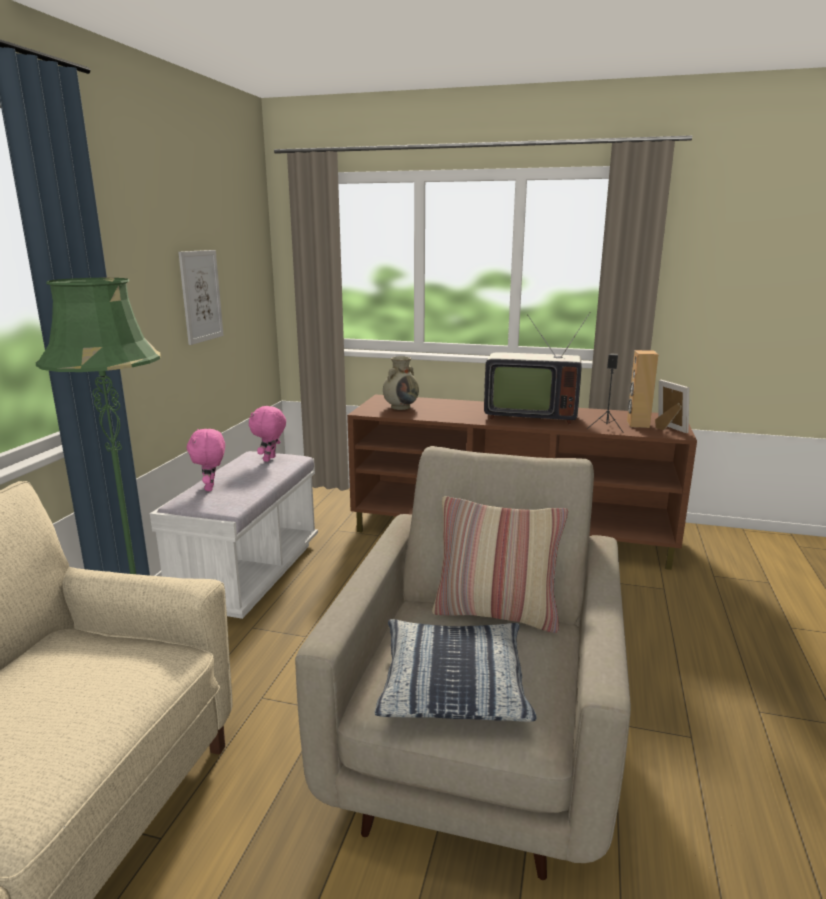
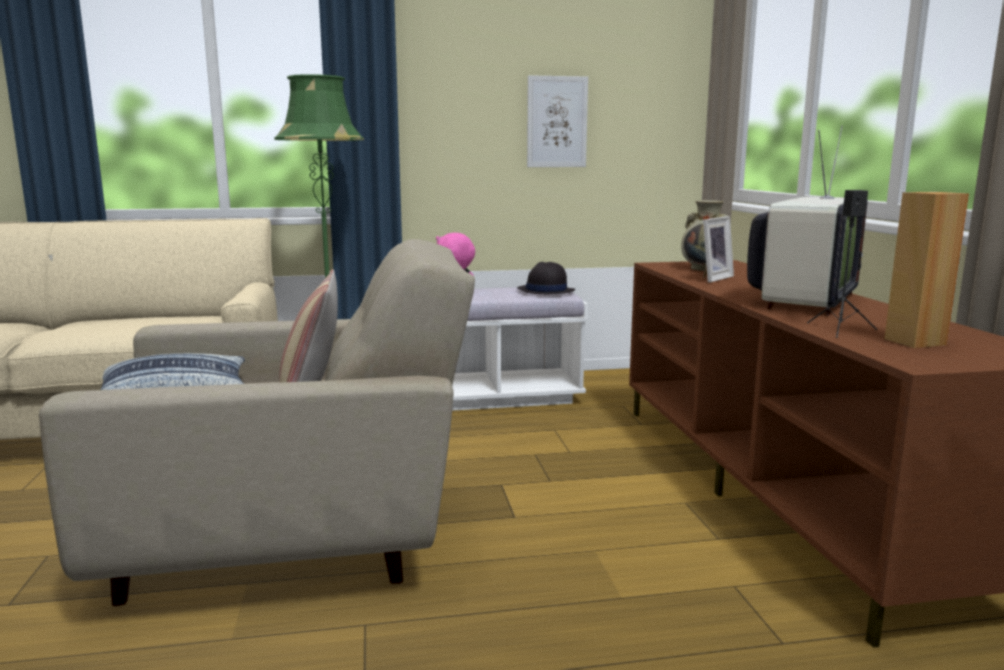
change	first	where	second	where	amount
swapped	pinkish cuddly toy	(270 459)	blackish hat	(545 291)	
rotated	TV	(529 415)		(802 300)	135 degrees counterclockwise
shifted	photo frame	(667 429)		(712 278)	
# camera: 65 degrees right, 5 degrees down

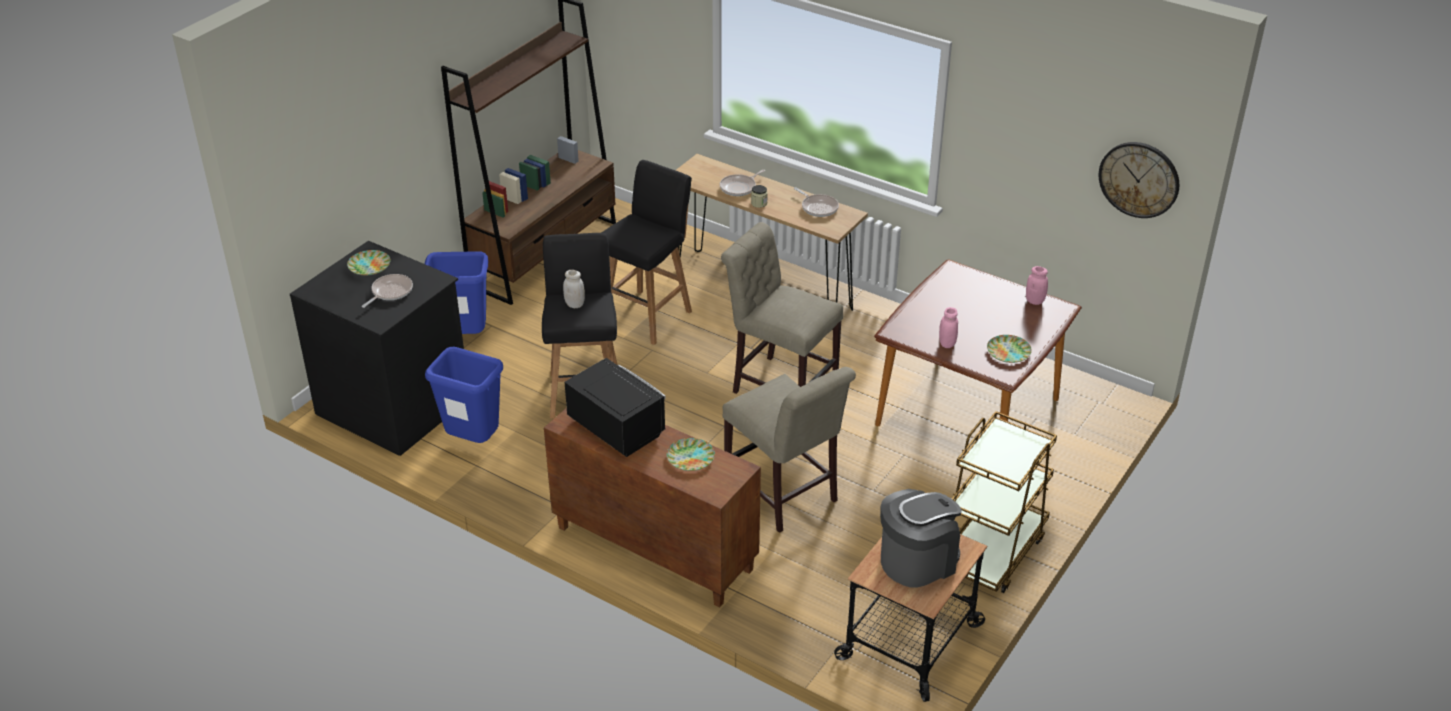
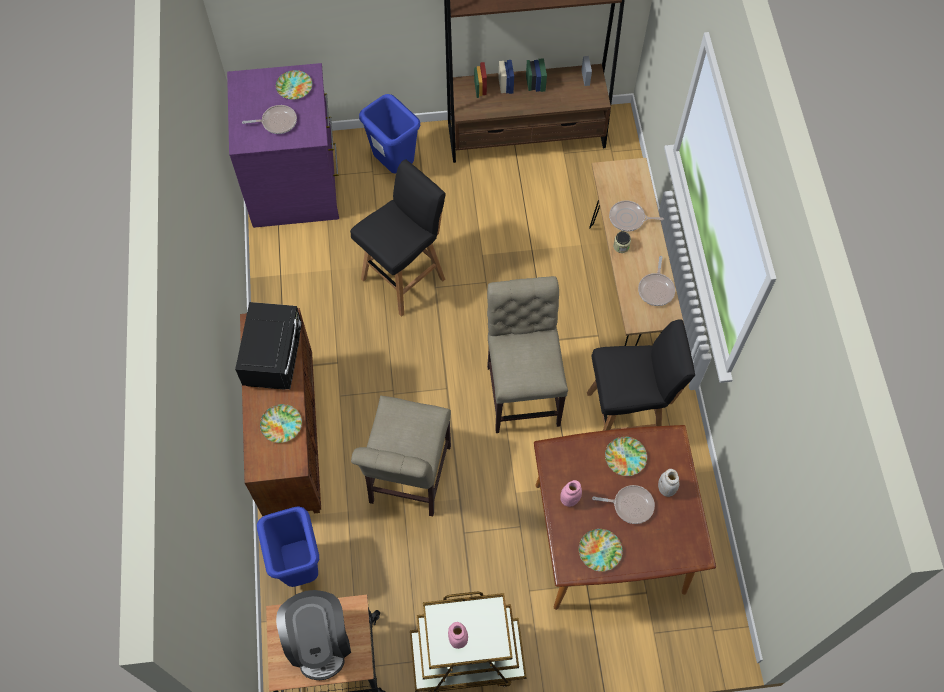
change	first	where	second	where	amount
repainted	blackish dresser	(395 405)	purple dresser	(296 184)	
shifted	blue-coloured rubbish bin	(474 442)		(300 568)	
shifted	whitish storage jar	(575 304)		(666 489)	
shifted	blackish sitting stool	(648 316)		(626 417)	
rotated	coffee maker	(917 560)		(319 641)	60 degrees clockwise
shifted	pinkish storage jar	(1034 301)		(458 639)	
gone	hanging clock	(1139 179)			
new			pan	(630 505)	
new			flat dish	(625 457)	
# camera: 50 degrees right, 25 degrees up

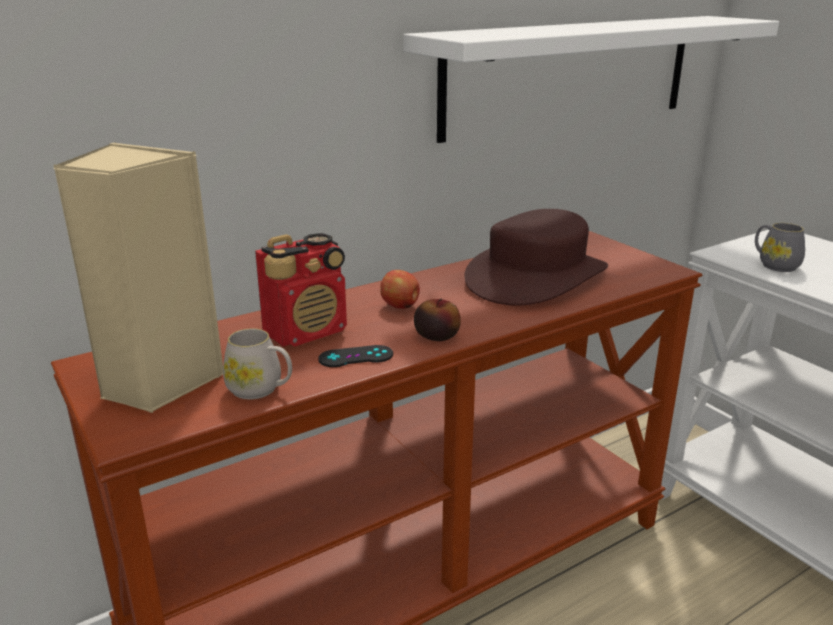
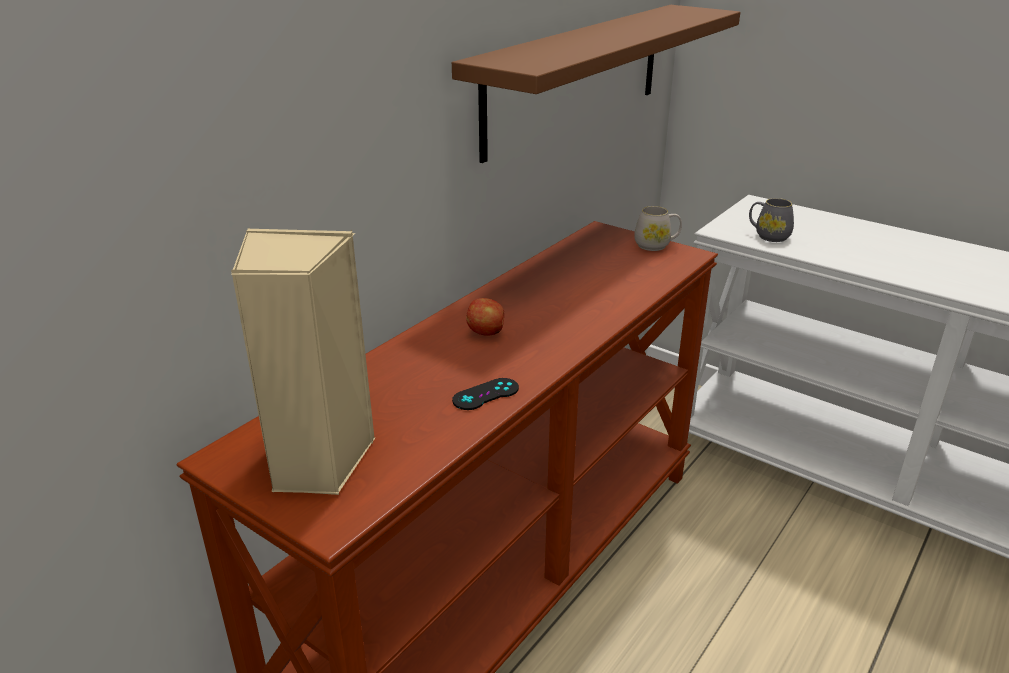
change	first	where	second	where	amount
shifted	whitish coffee mug	(260 390)		(656 245)	
gone	radio set	(307 332)			
repainted	whitish shelf	(571 74)	brownish shelf	(576 77)	
gone	apple	(437 335)			
gone	brownish hat	(536 276)			
# camera: 20 degrees left, 5 degrees up

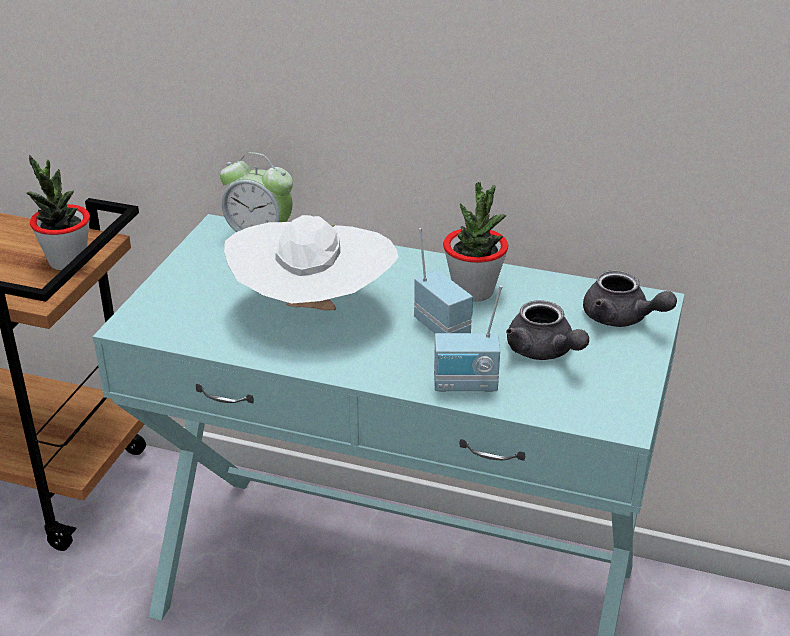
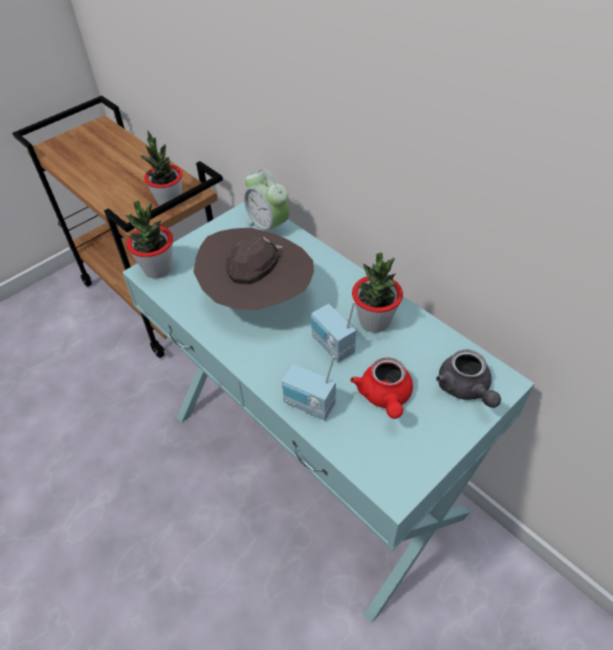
change	first	where	second	where	amount
repainted	whitish hat	(312 311)	brownish hat	(257 299)	
rotated	radio set	(444 327)		(331 346)	150 degrees clockwise
repainted	greyish pot for tea	(544 352)	red pot for tea	(385 397)	
new			houseplant	(158 269)	
# camera: 30 degrees right, 15 degrees up

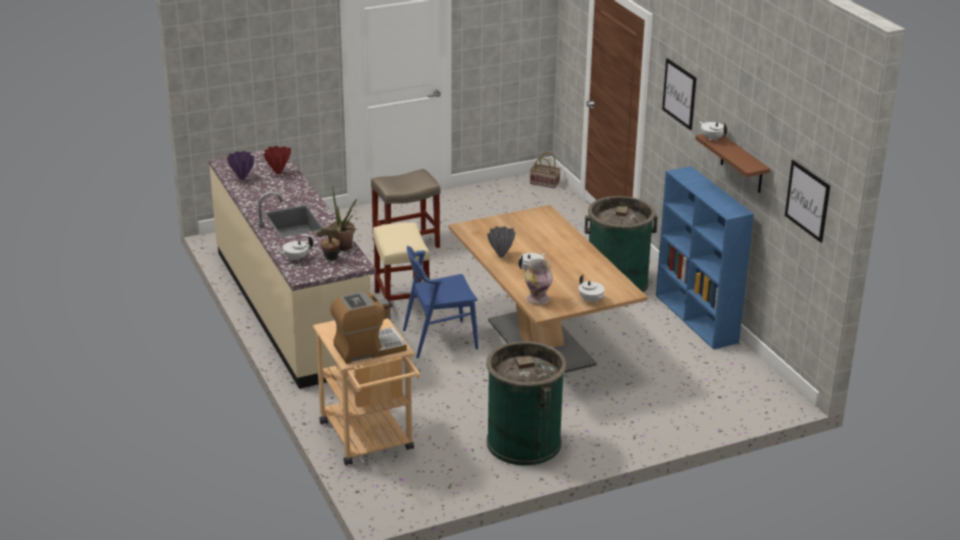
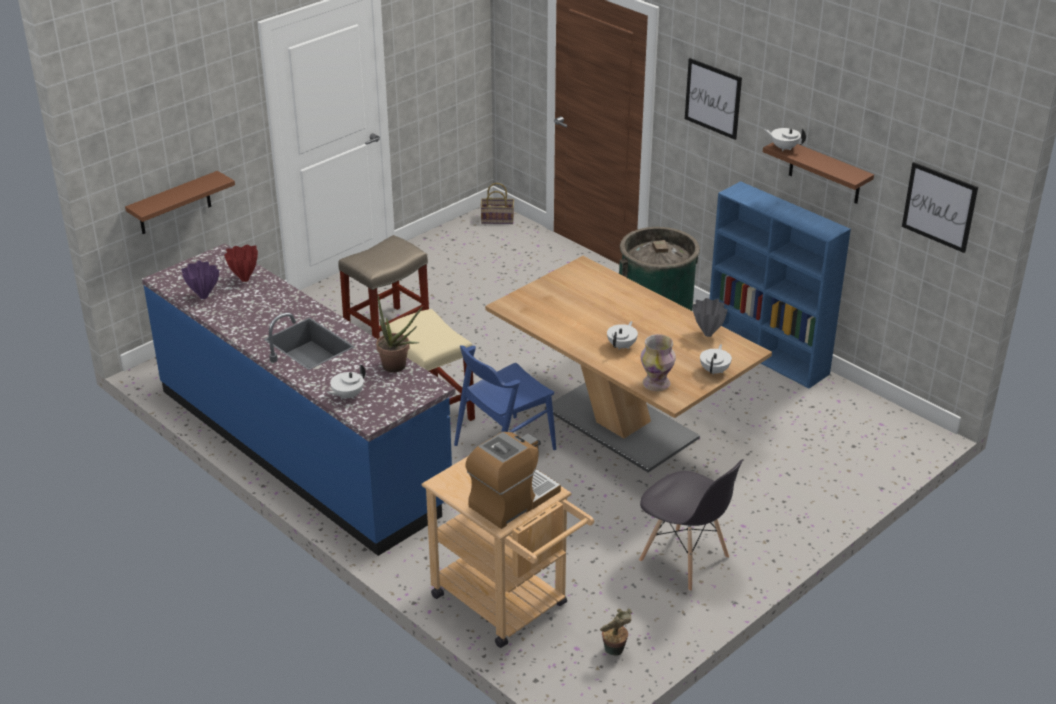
change	first	where	second	where	amount
repainted	sand-coloured counter	(292 308)	blue-coloured counter	(302 446)	
shifted	houseplant	(331 259)		(614 652)	
swapped	green-coloured rubbish bin	(523 442)	greyish plain chair	(685 560)	
shifted	greyish flower vase	(501 255)		(707 334)	
rotated	whitish pot for tea	(591 300)		(715 371)	105 degrees counterclockwise
new			brownish shelf	(174 204)	
# camera: 20 degrees left, 5 degrees up

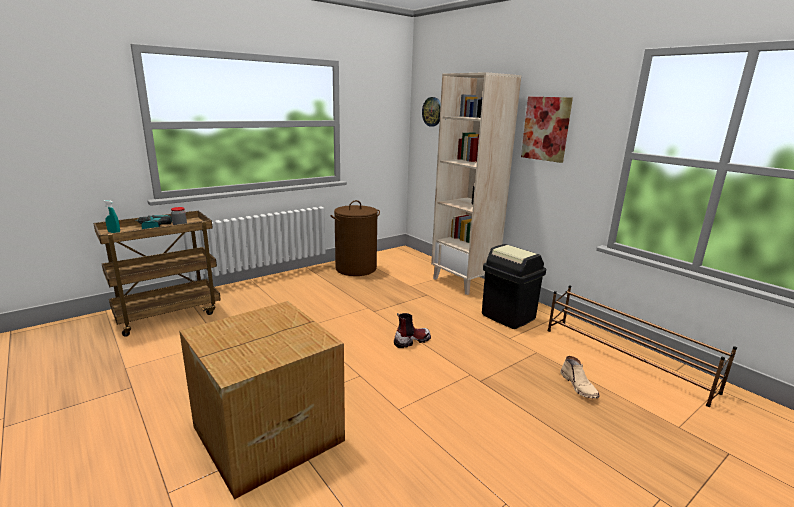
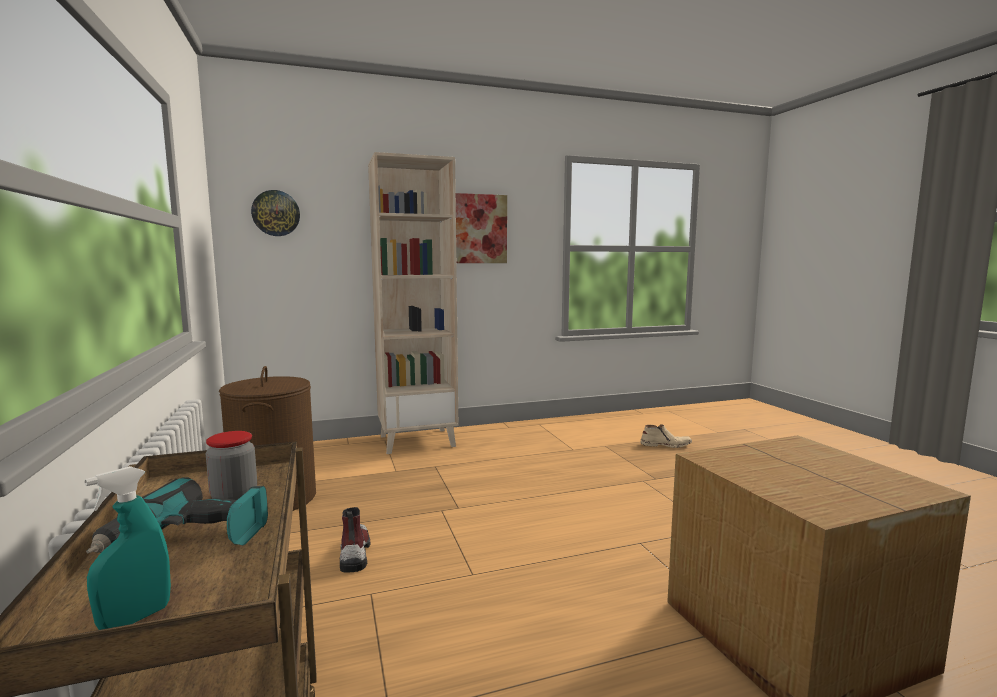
change	first	where	second	where	amount
shifted	boot	(411 341)		(354 554)	
gone	blackish rubbish bin	(508 316)			
gone	brownish shoe rack	(625 359)			
# camera: 70 degrees left, 10 degrees down

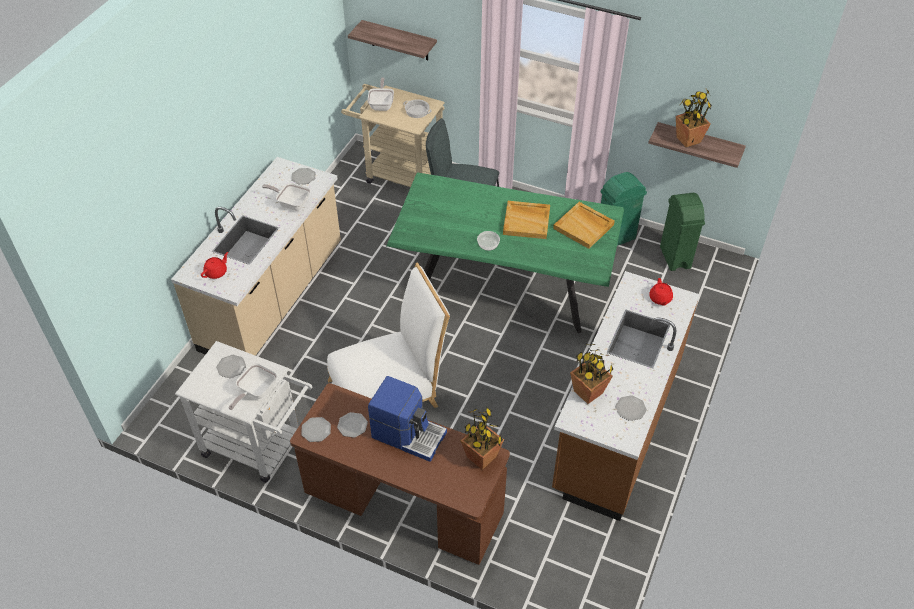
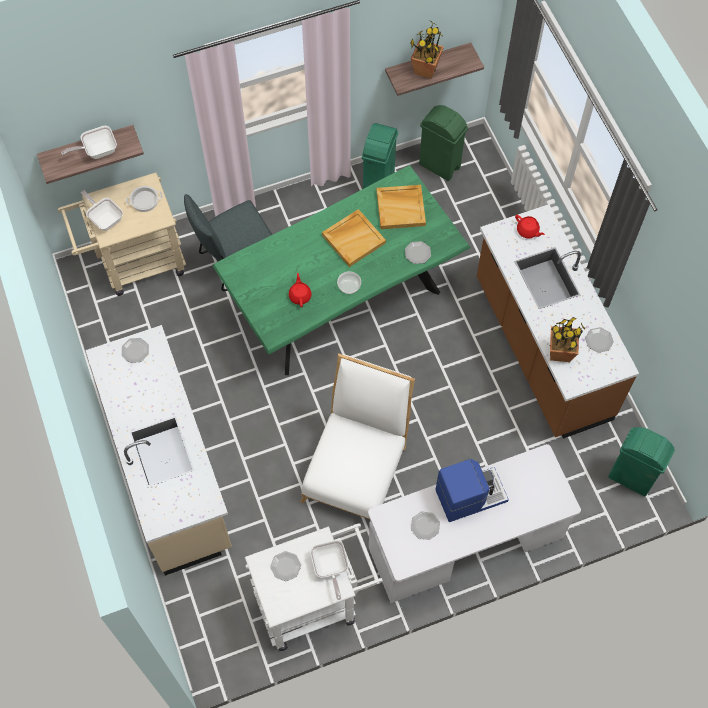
change	first	where	second	where	amount
shifted	red pot for tea	(216 272)		(300 295)	
shifted	pan	(291 203)		(97 151)	
repainted	brownish desk unit	(403 503)	whitish desk unit	(465 543)	
shifted	flat dish	(316 430)		(417 253)	
gone	houseplant	(482 457)			
new			green-coloured rubbish bin	(631 477)	
# camera: 45 degrees left, 15 degrees up

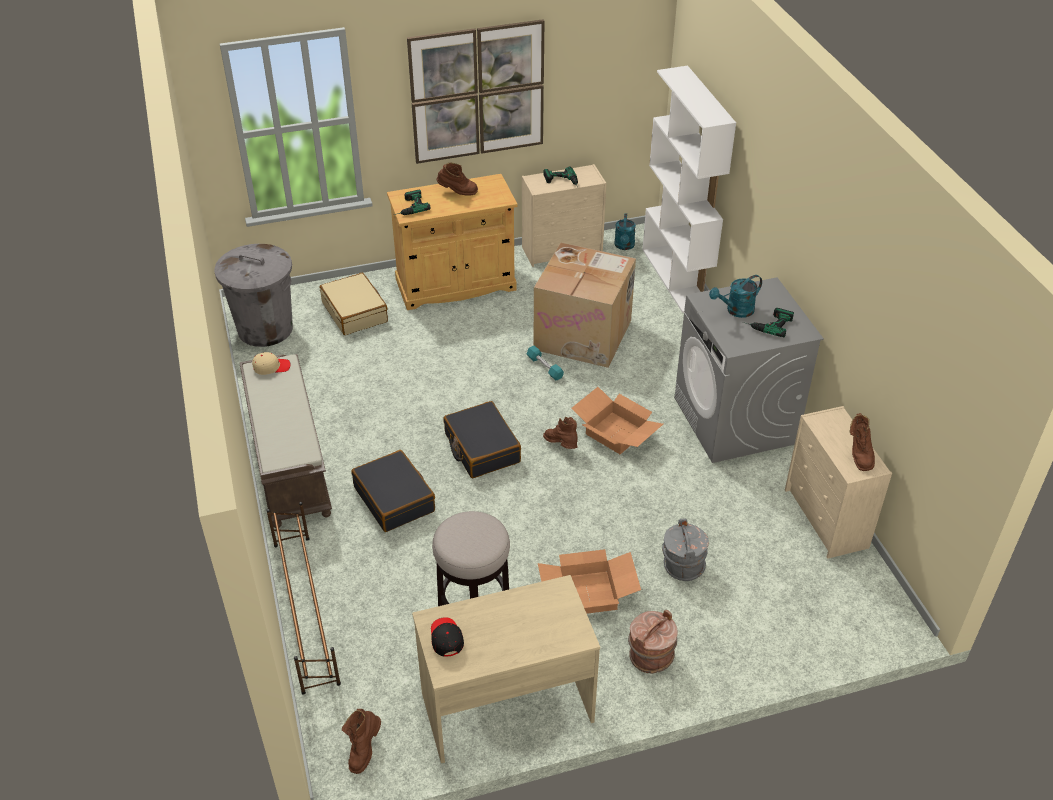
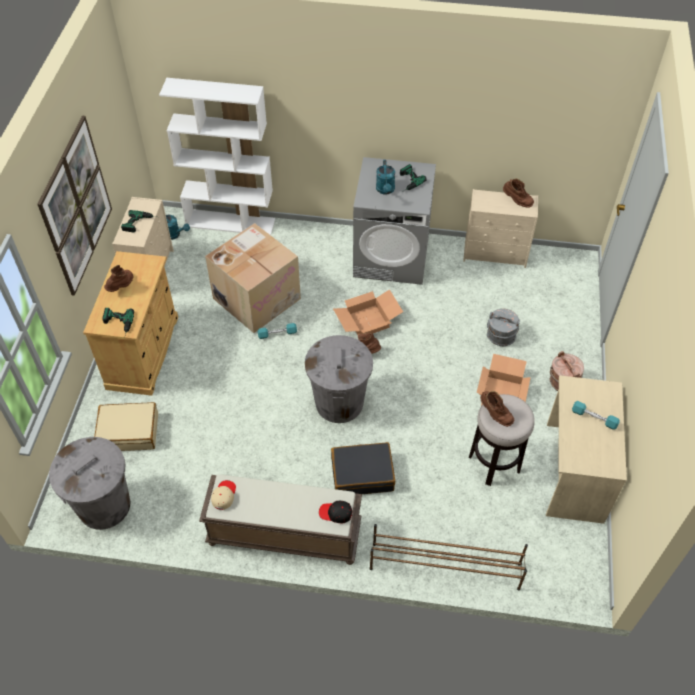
change	first	where	second	where	amount
shifted	brownish boot	(364 750)		(494 414)	
shifted	blackish peaked cap	(446 638)		(336 513)	
swapped	blackish travel case	(481 448)	greyish rubbish bin	(339 402)	
new			blue-green dumbbell	(594 418)	
# camera: 65 degrees left, 10 degrees up

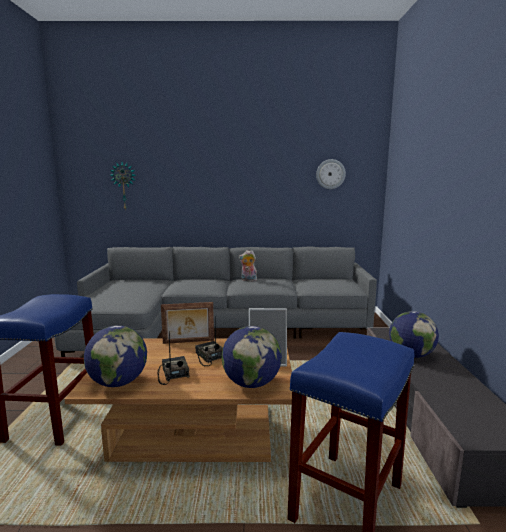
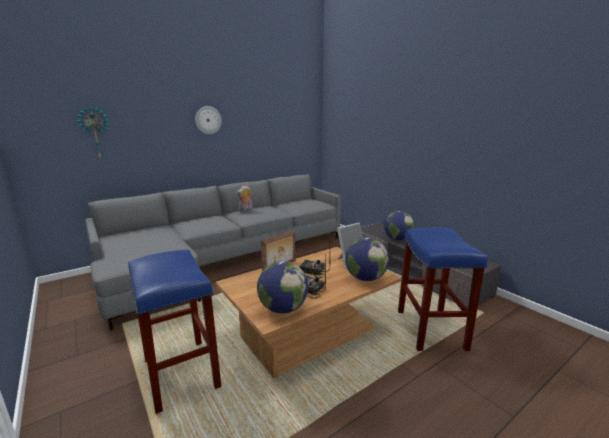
change	first	where	second	where	amount
shifted	hanging clock	(330 174)		(208 120)	
# camera: 35 degrees left, 5 degrees up

